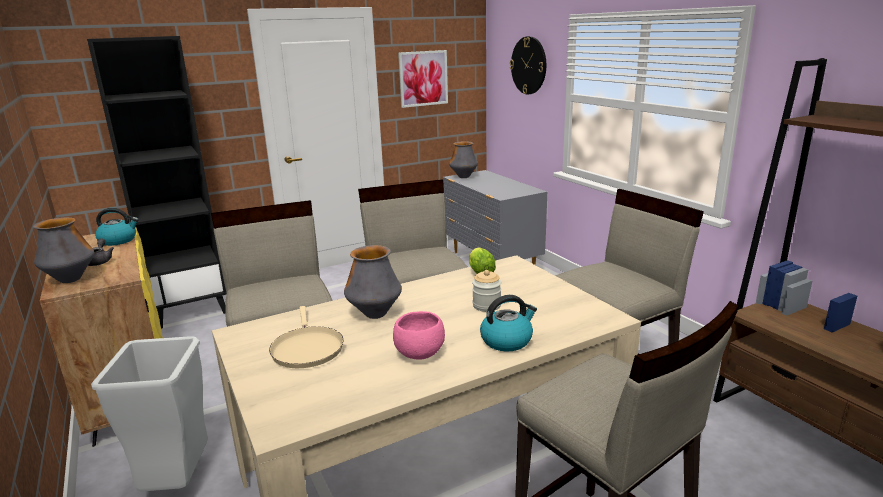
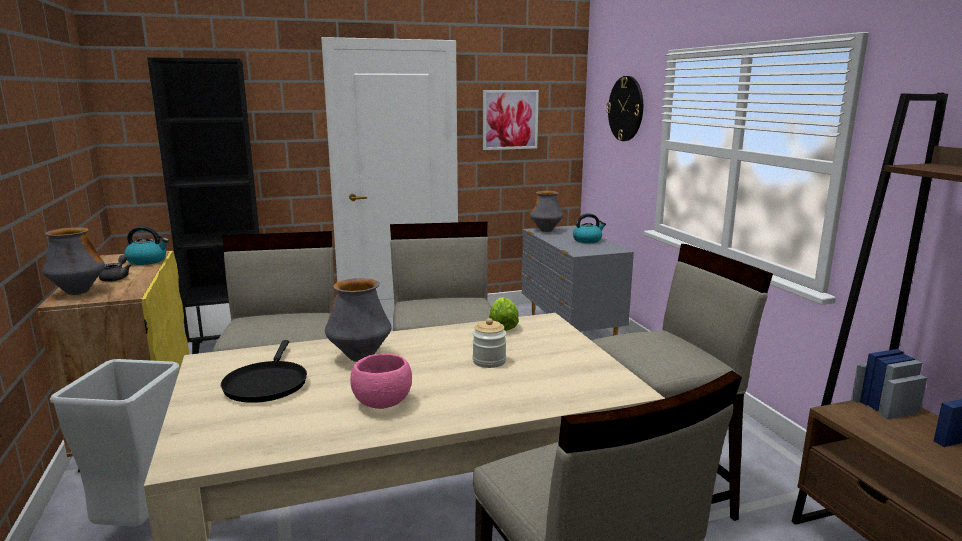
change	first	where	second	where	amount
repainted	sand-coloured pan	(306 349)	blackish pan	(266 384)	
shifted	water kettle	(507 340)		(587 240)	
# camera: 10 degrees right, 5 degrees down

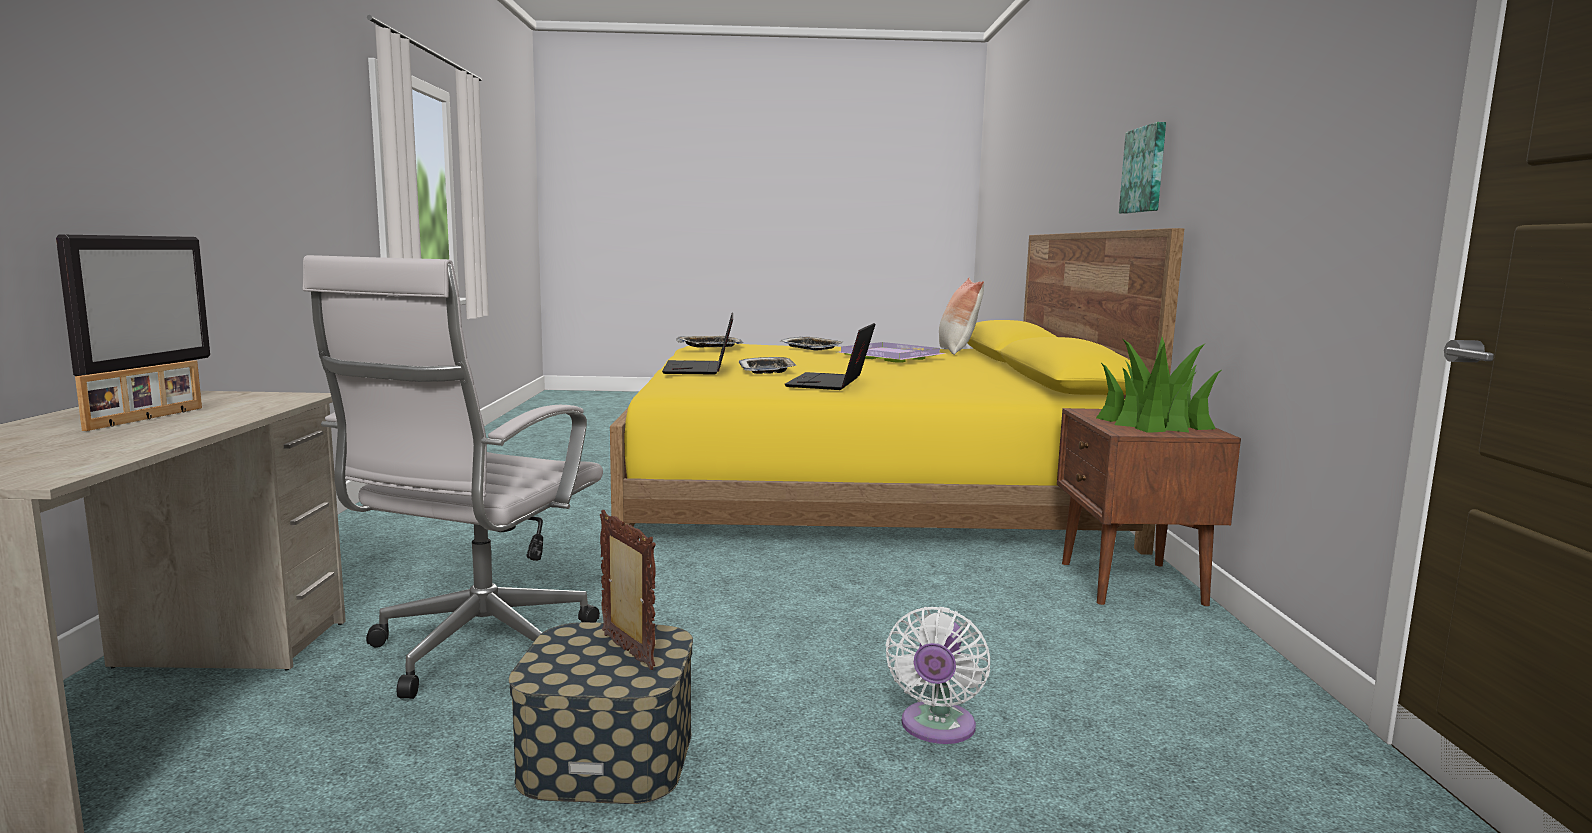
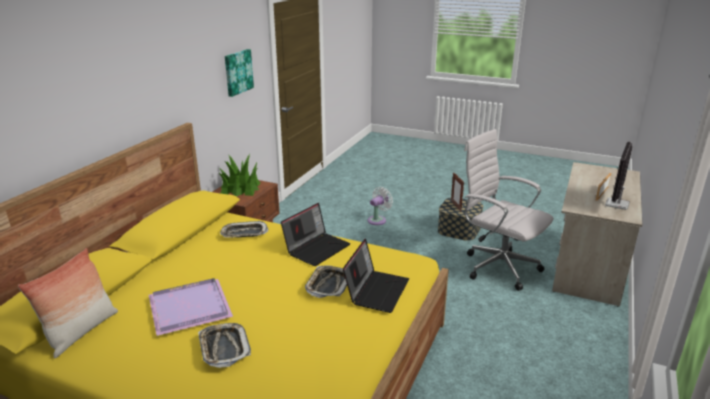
change	first	where	second	where	amount
rotated	whitish computer chair	(477 653)		(497 266)	90 degrees counterclockwise
shifted	serving tray	(709 346)		(244 233)	
shifted	picture	(1145 170)		(238 72)	
# camera: 155 degrees left, 15 degrees up

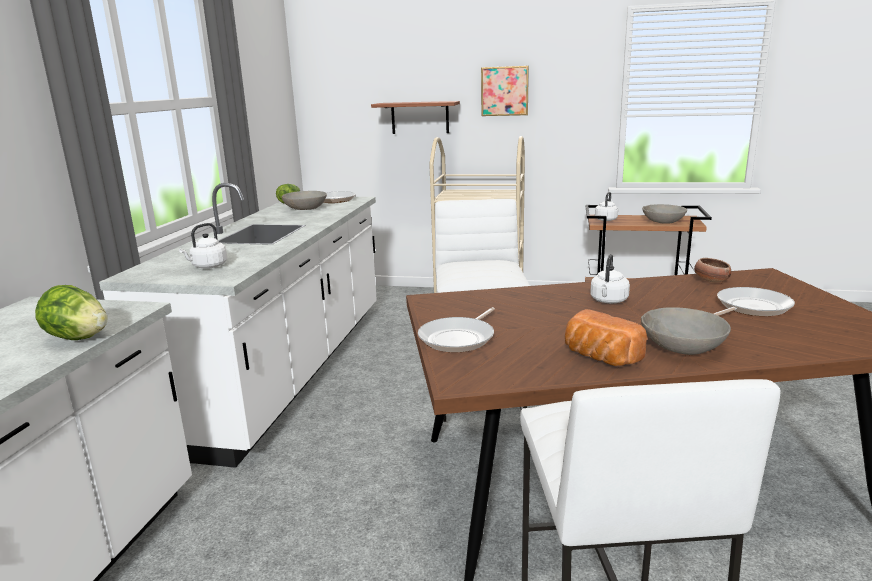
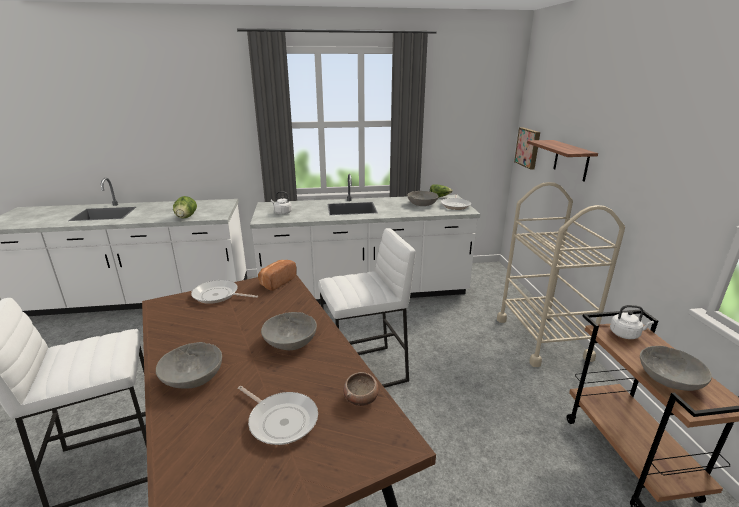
change	first	where	second	where	amount
shifted	picture	(505 91)		(528 147)	
shifted	bakery bread	(599 357)		(276 282)	
swapped	whitish water kettle	(608 301)	greyish bowl	(290 341)	
# camera: 70 degrees right, 5 degrees up

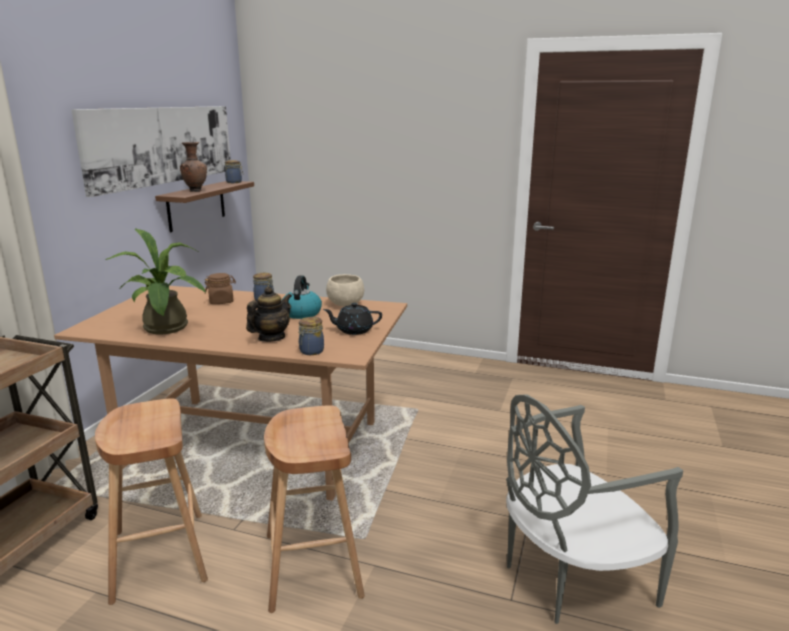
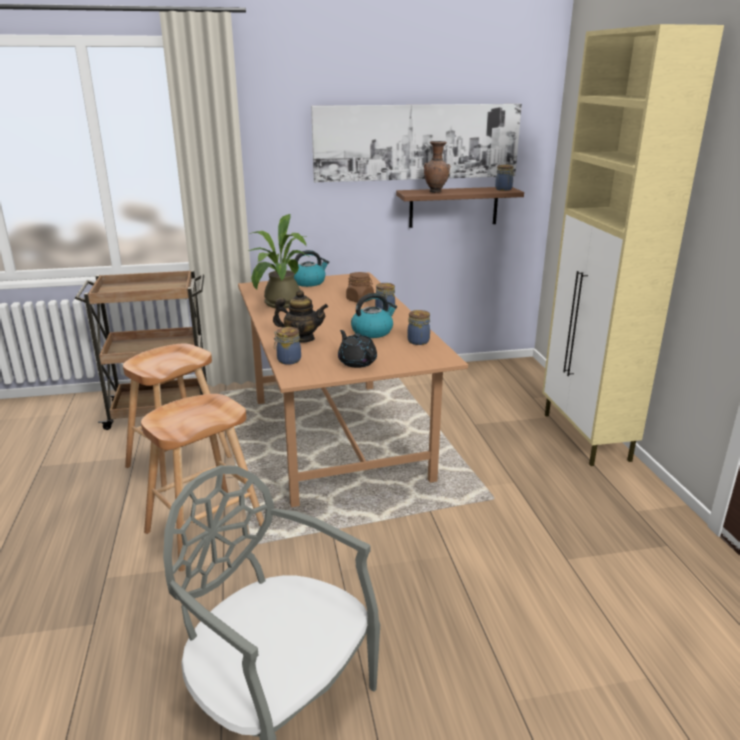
change	first	where	second	where	amount
swapped	sand-coloured bowl	(345 305)	storage jar	(418 341)	
new			water kettle	(309 282)	
new			sand-coloured cupboard	(586 437)	
# camera: 60 degrees right, 5 degrees up

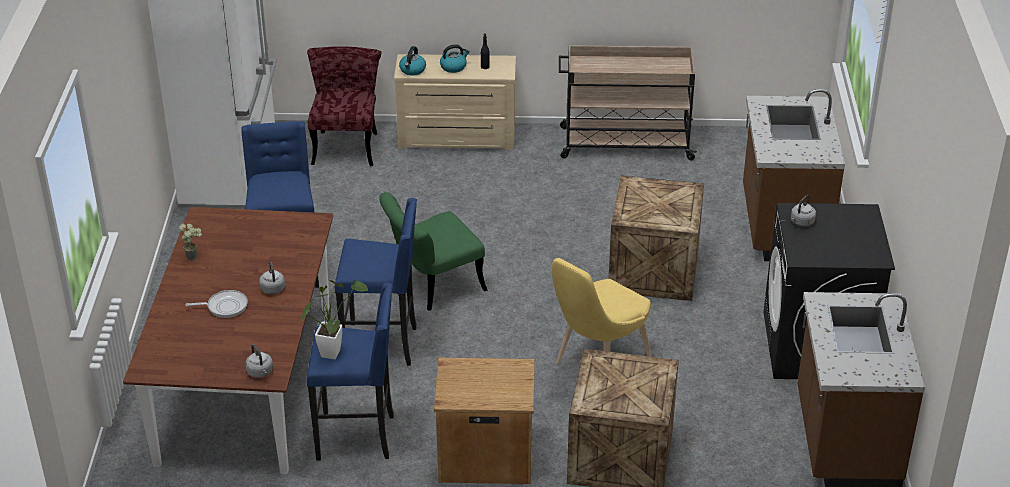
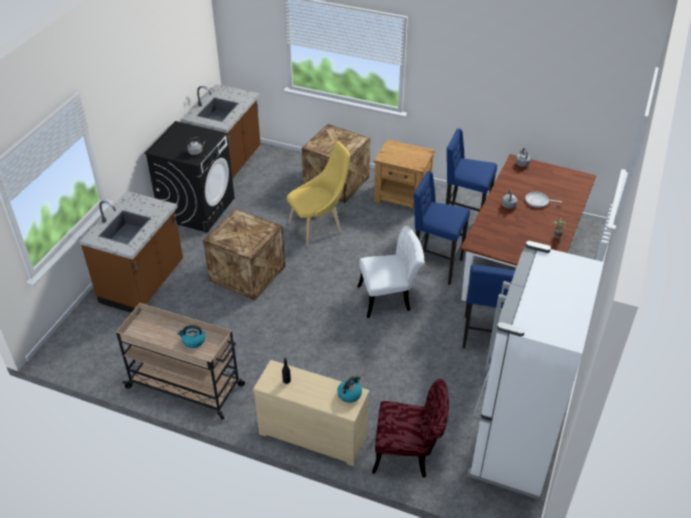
change	first	where	second	where	amount
gone	houseplant	(332 350)			
rotated	red plain chair	(346 144)		(409 454)	105 degrees counterclockwise
repainted	green-coloured plain chair	(433 286)	whitish plain chair	(390 298)	
shifted	water kettle	(453 67)		(193 341)	
# camera: 160 degrees left, 5 degrees up

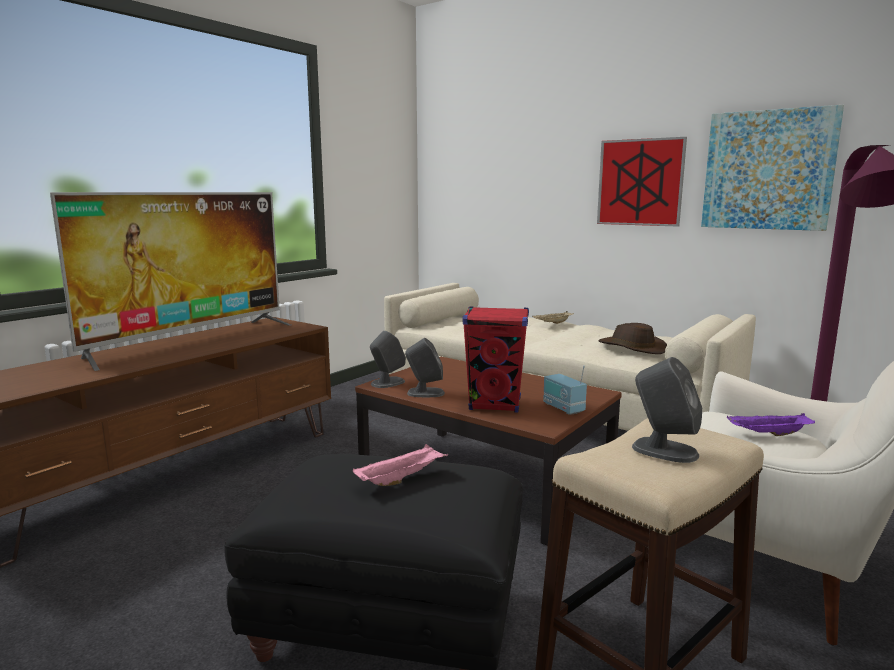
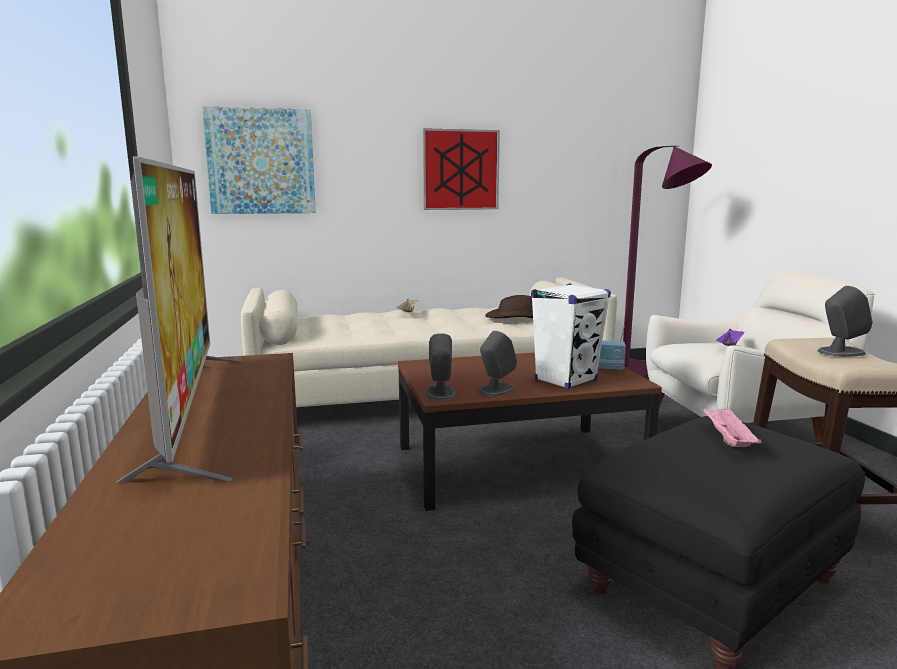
change	first	where	second	where	amount
repainted	red speaker	(495 404)	whitish speaker	(566 380)	
shifted	picture	(768 170)		(261 161)	
# camera: 50 degrees left, 0 degrees up

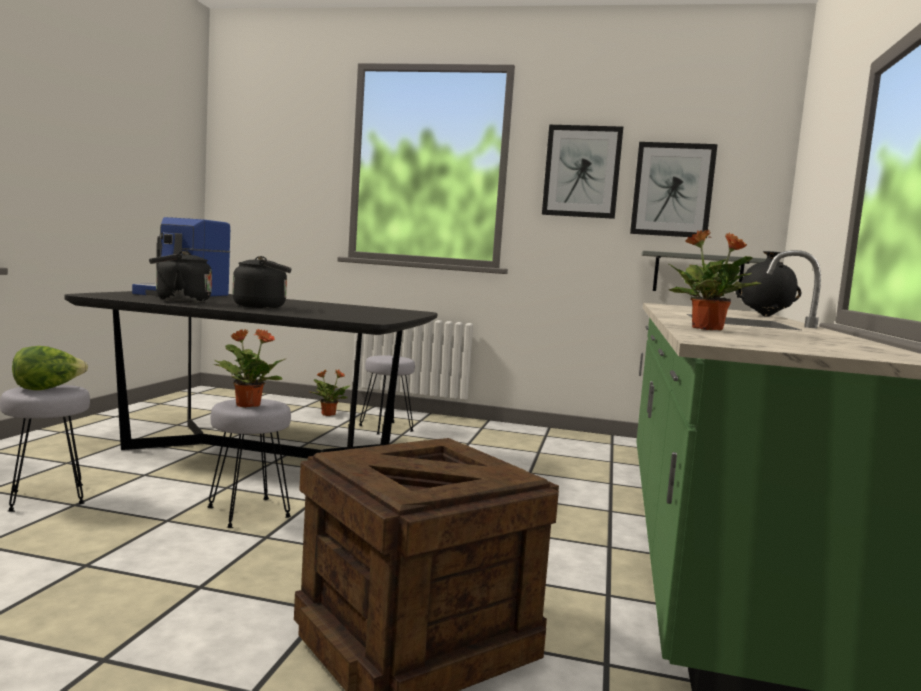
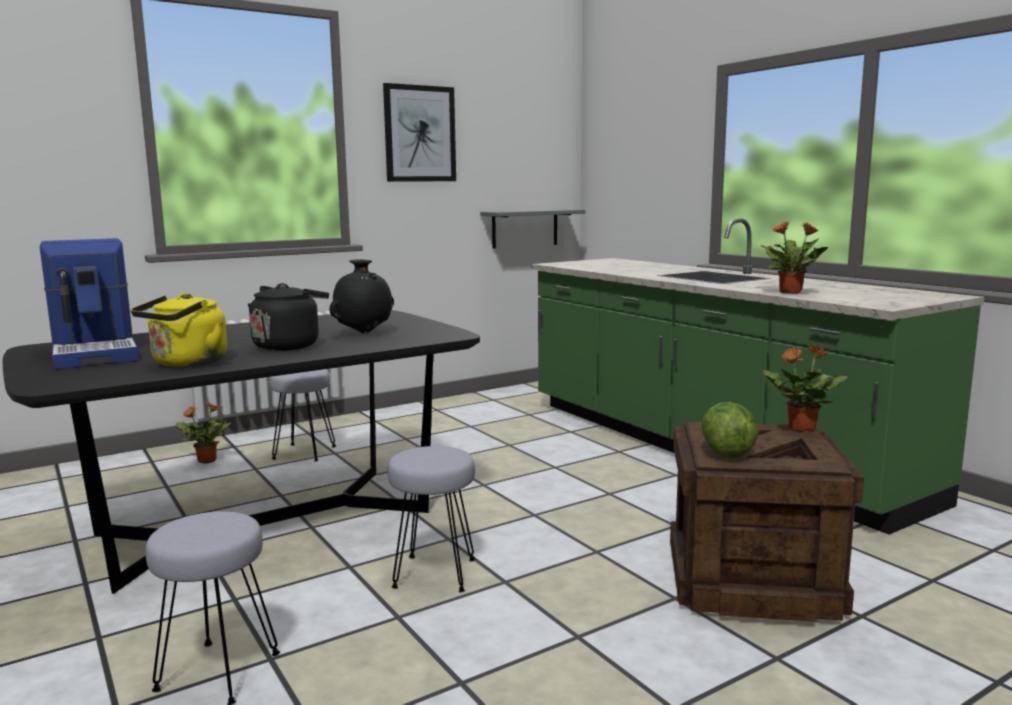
change	first	where	second	where	amount
shifted	lettuce	(47 389)		(726 452)	
repainted	blackish water kettle	(179 301)	yellow-coloured water kettle	(187 363)	
shifted	houseplant	(247 405)		(800 428)	
gone	picture	(672 190)			
shifted	blackish flower vase	(765 316)		(364 333)	
# camera: 45 degrees left, 5 degrees up

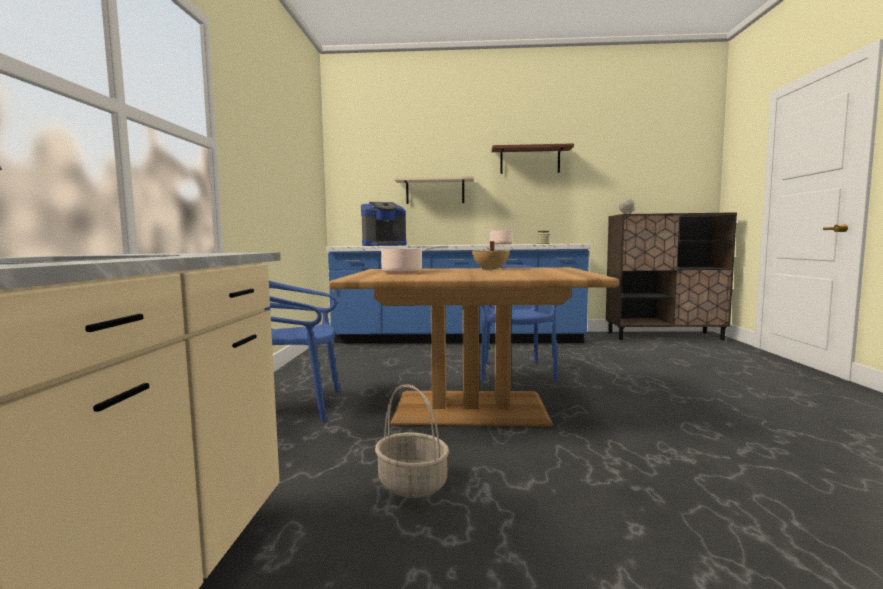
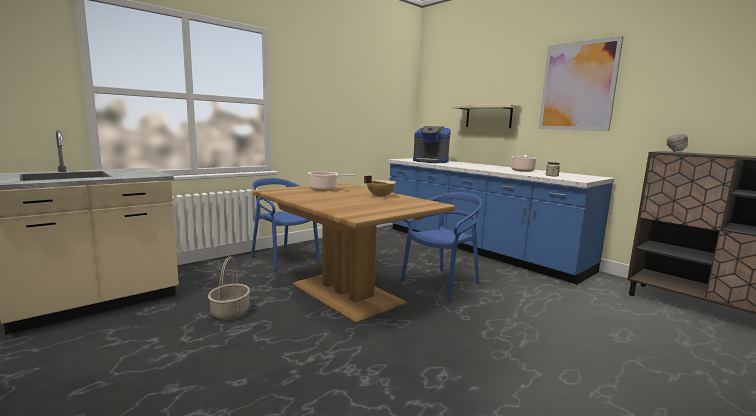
change	first	where	second	where	amount
swapped	brownish shelf	(530 160)	picture	(578 86)	
# camera: 45 degrees right, 5 degrees up

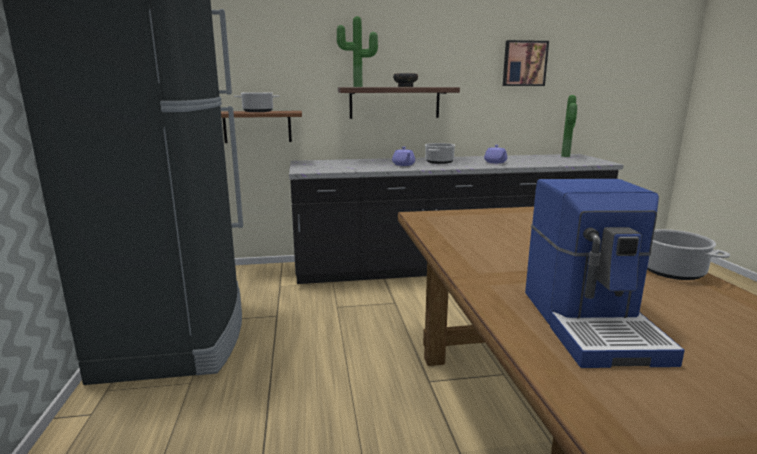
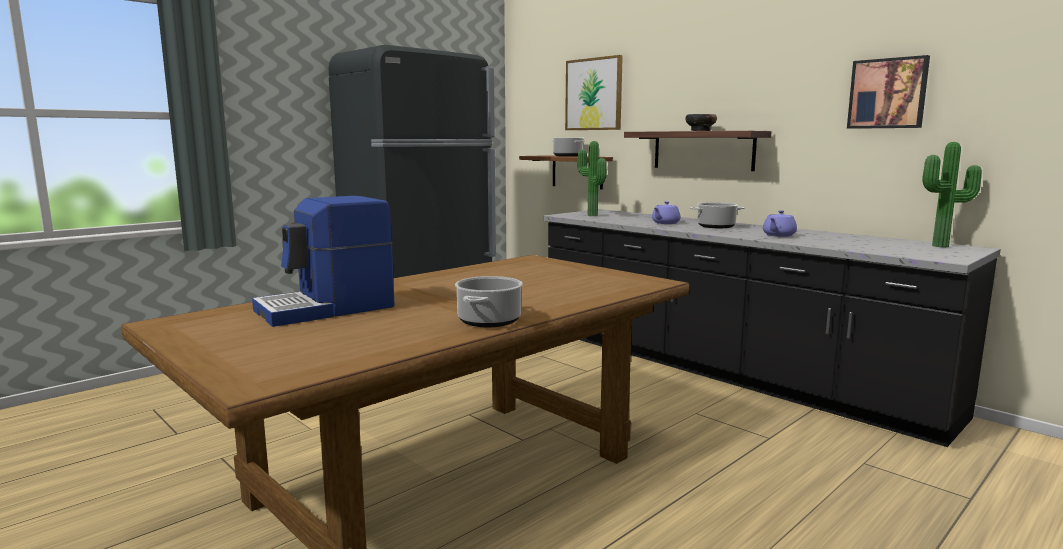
change	first	where	second	where	amount
shifted	houseplant	(357 87)		(590 215)	
new			picture	(594 94)	
# camera: 55 degrees right, 5 degrees down

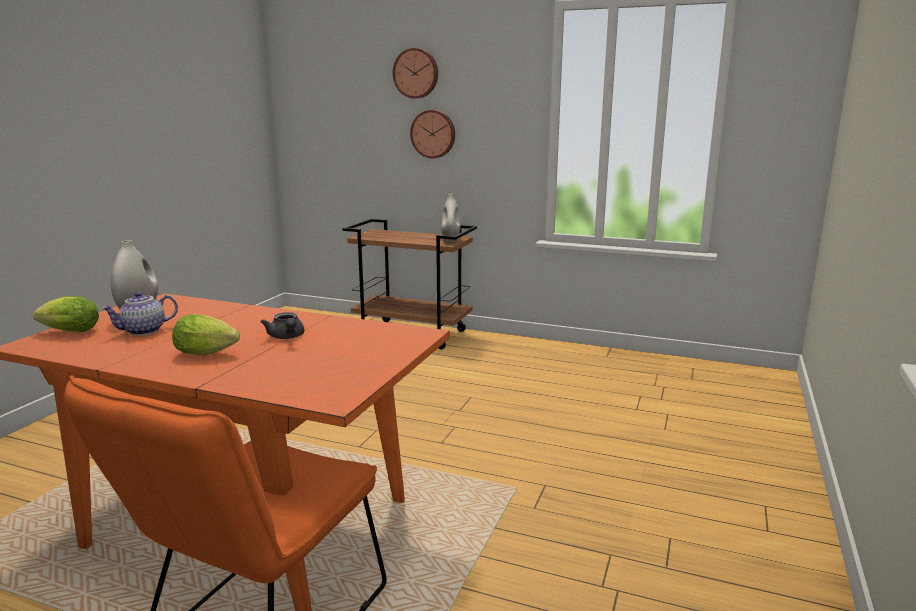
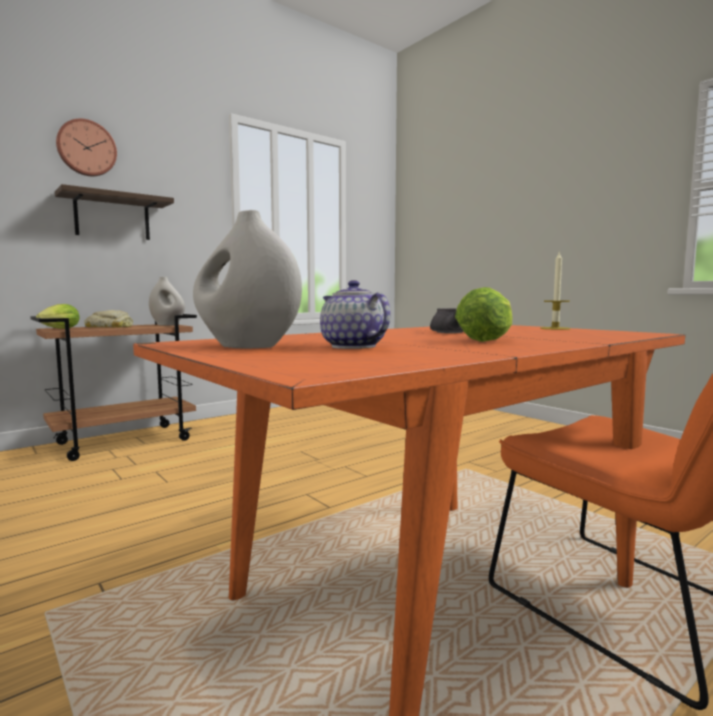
change	first	where	second	where	amount
shifted	lettuce	(67 332)		(58 329)	
rotated	pot for tea	(143 331)		(351 347)	150 degrees clockwise
swapped	hanging clock	(433 134)	shelf	(112 217)	
new			bakery bread	(110 326)	
new			wax light	(555 328)	
# camera: 60 degrees left, 10 degrees down

